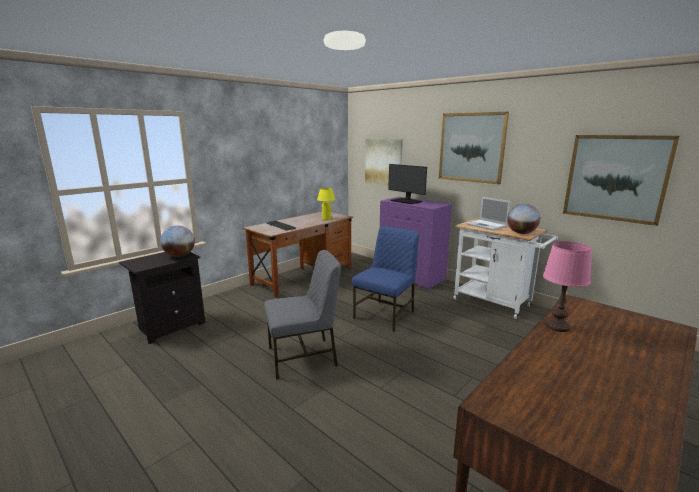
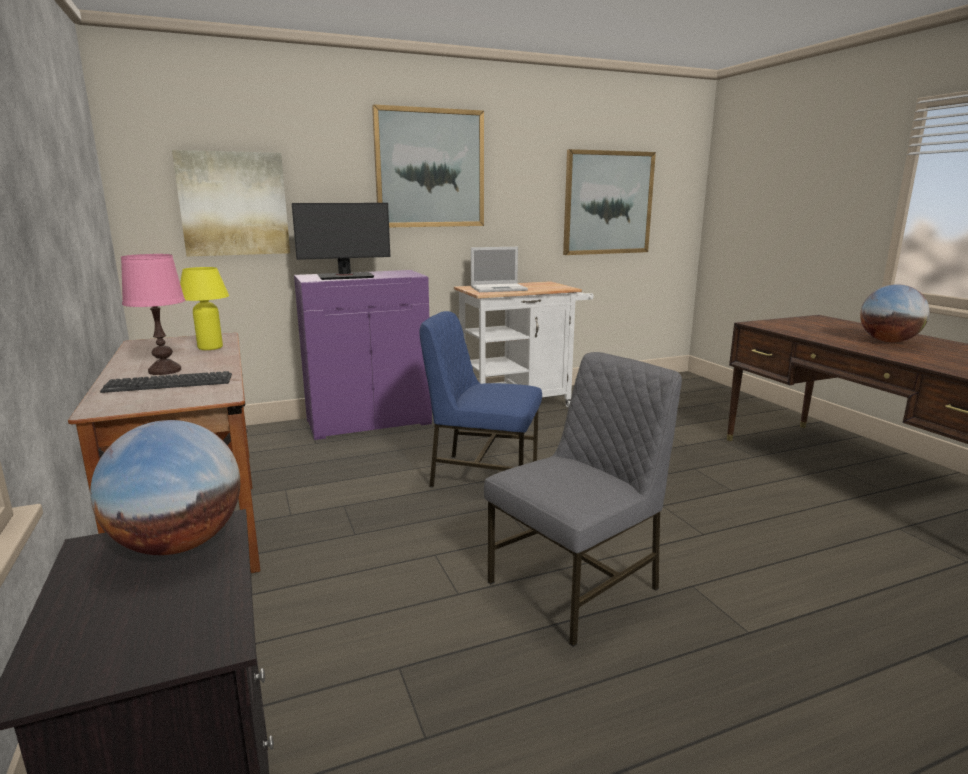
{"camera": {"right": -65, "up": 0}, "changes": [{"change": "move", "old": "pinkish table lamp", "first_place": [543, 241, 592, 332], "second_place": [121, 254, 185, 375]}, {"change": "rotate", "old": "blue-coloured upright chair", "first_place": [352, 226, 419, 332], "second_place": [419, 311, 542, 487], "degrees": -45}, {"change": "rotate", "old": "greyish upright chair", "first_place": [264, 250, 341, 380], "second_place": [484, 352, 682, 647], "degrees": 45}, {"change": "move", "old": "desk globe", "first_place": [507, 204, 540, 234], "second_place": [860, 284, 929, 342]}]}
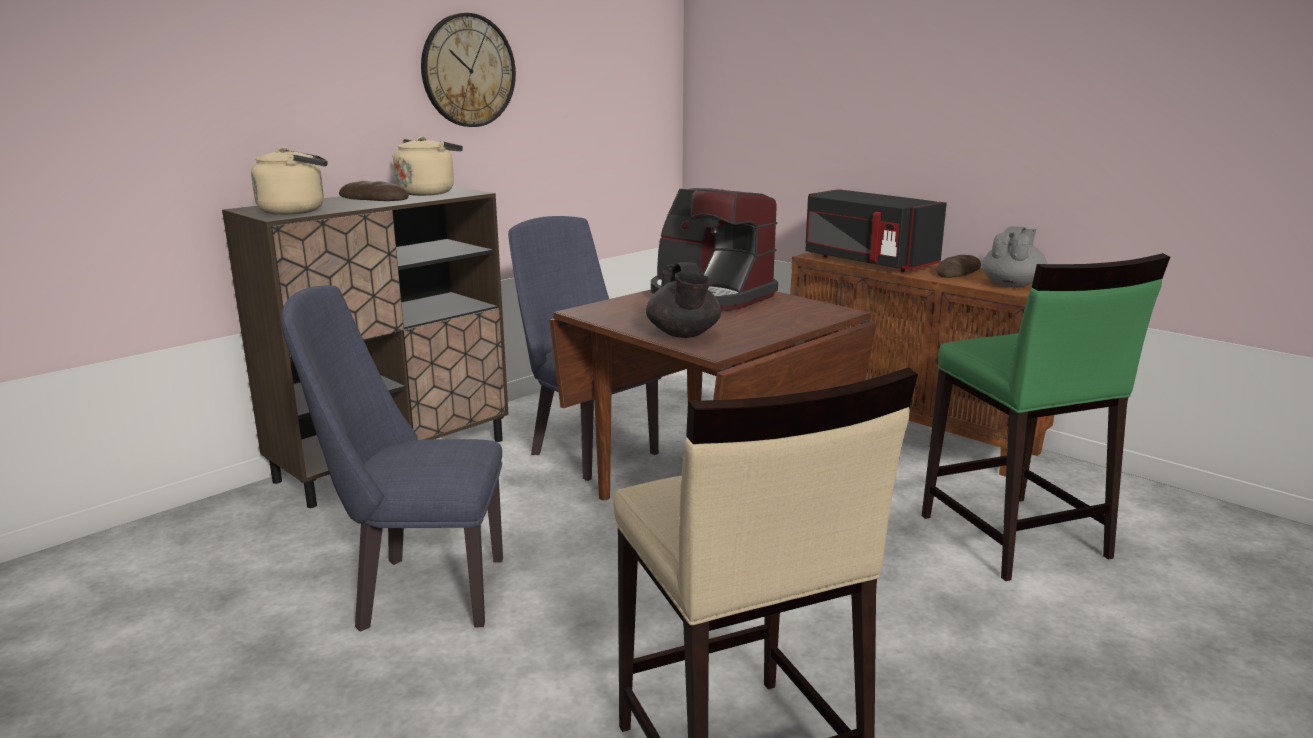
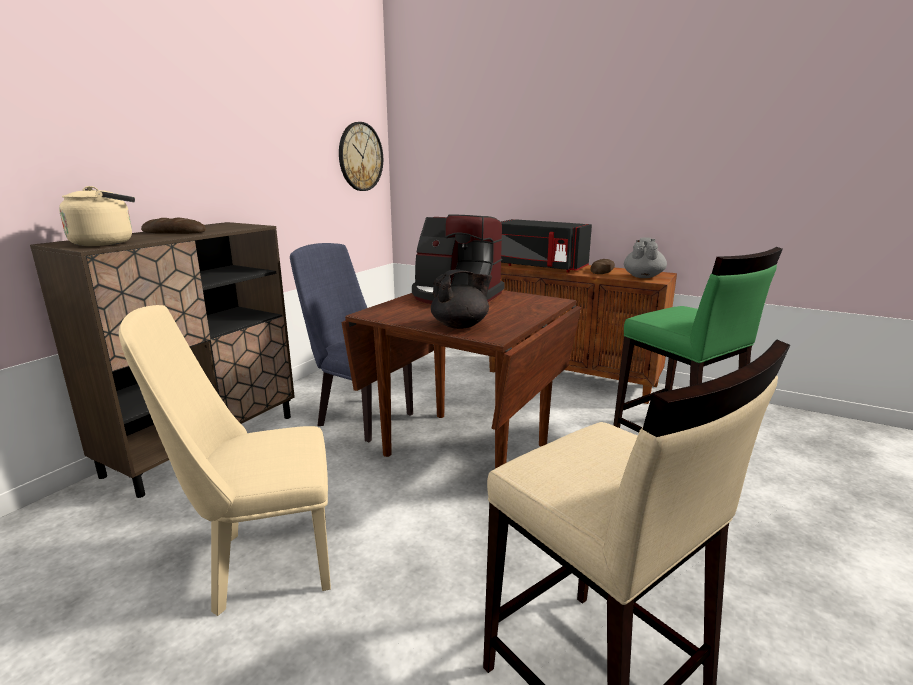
{"camera": {"right": -15, "up": 0}, "changes": [{"change": "recolor", "old": "blue-coloured upright chair", "new": "beige upright chair", "first_place": [281, 285, 503, 632], "second_place": [119, 305, 331, 616]}, {"change": "move", "old": "hanging clock", "first_place": [421, 13, 516, 127], "second_place": [339, 122, 383, 191]}, {"change": "rotate", "old": "blackish teapot", "first_place": [646, 262, 721, 338], "second_place": [431, 269, 492, 329], "degrees": -90}, {"change": "delete", "old": "beige kettle", "first_place": [392, 136, 463, 196]}]}
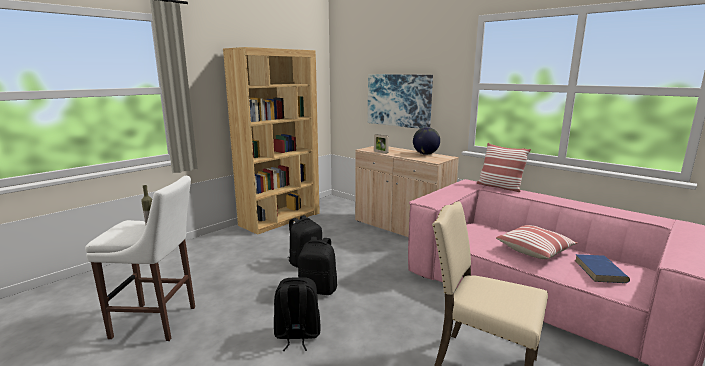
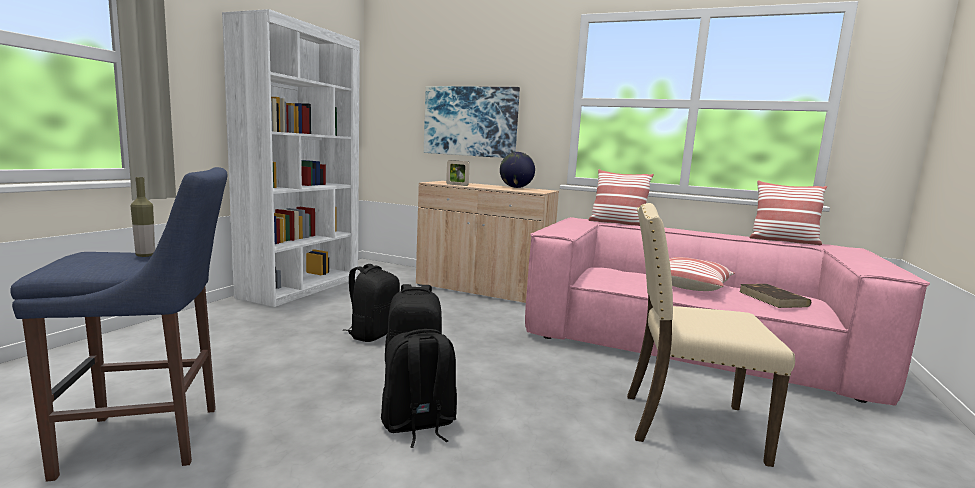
{"camera": {"right": -20, "up": -5}, "changes": [{"change": "recolor", "old": "whitish sitting stool", "new": "blue-coloured sitting stool", "first_place": [85, 176, 195, 341], "second_place": [10, 167, 227, 482]}, {"change": "recolor", "old": "brown-coloured bookshelf", "new": "whitish bookshelf", "first_place": [223, 47, 320, 235], "second_place": [222, 9, 360, 307]}, {"change": "recolor", "old": "blue-coloured bound book", "new": "brown-coloured bound book", "first_place": [575, 254, 630, 283], "second_place": [740, 284, 811, 308]}, {"change": "insert", "new": "cushion", "second_place": [749, 180, 827, 245]}]}
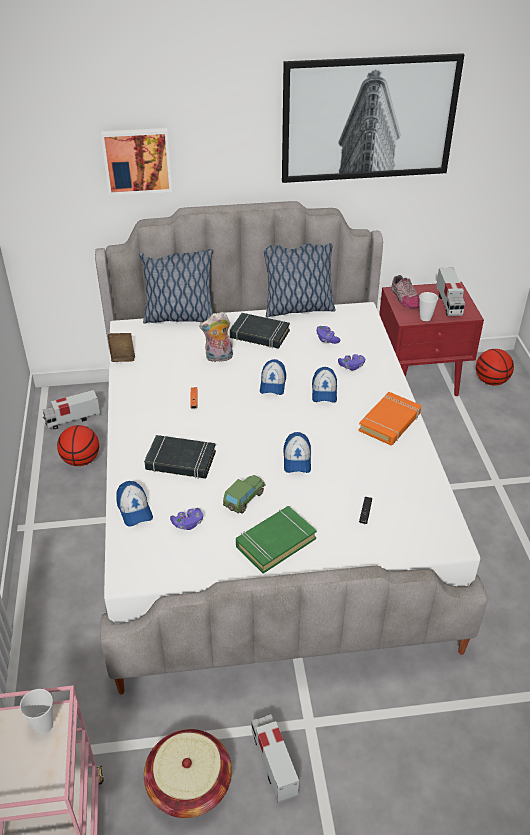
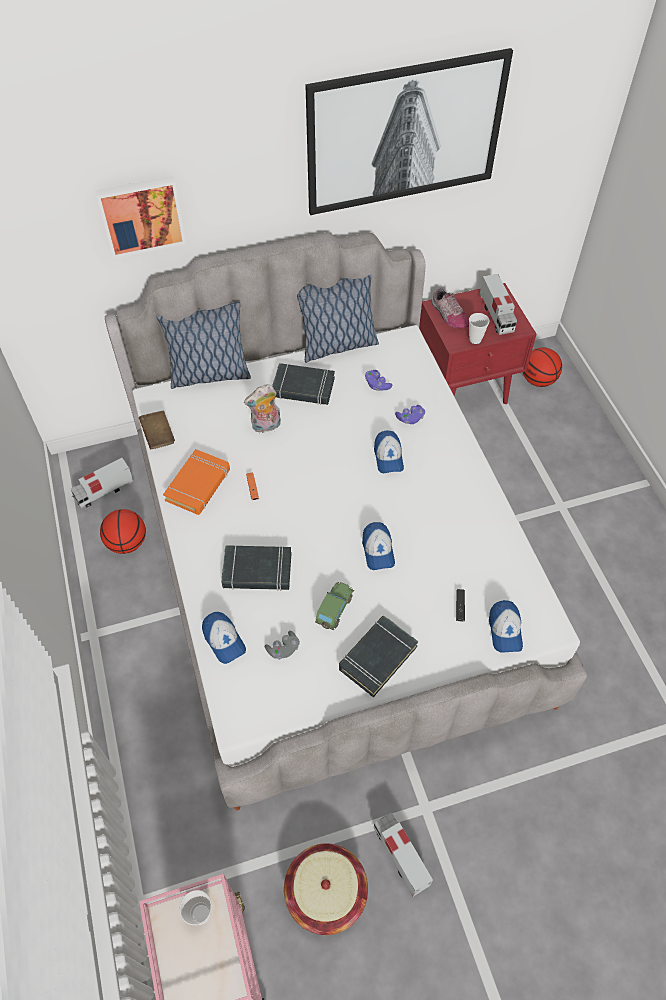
{"camera": {"right": -10, "up": 15}, "changes": [{"change": "move", "old": "orange bound book", "first_place": [358, 392, 421, 445], "second_place": [163, 449, 230, 515]}, {"change": "recolor", "old": "purplish joypad", "new": "greyish joypad", "first_place": [170, 508, 203, 530], "second_place": [265, 631, 300, 660]}, {"change": "recolor", "old": "green bound book", "new": "blackish bound book", "first_place": [236, 506, 317, 574], "second_place": [339, 616, 418, 697]}, {"change": "move", "old": "cap", "first_place": [260, 359, 286, 395], "second_place": [489, 600, 523, 653]}]}
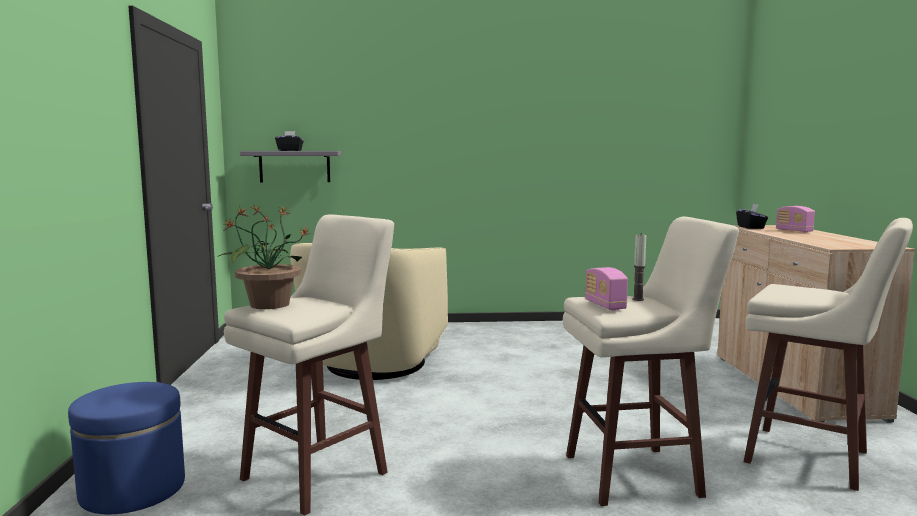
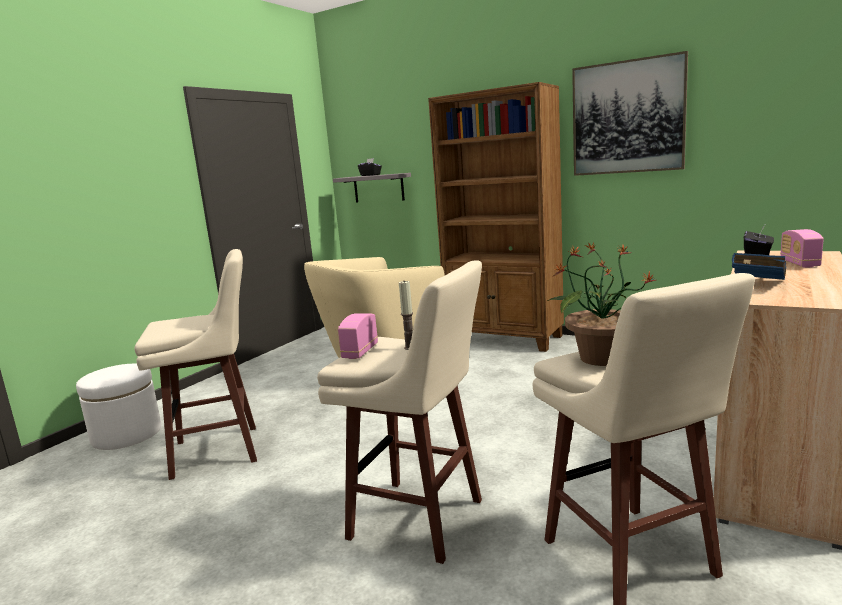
{"camera": {"right": 35, "up": 5}, "changes": [{"change": "recolor", "old": "blue-coloured pouffe", "new": "whitish pouffe", "first_place": [68, 382, 185, 514], "second_place": [76, 364, 161, 450]}, {"change": "insert", "new": "brown-coloured bookshelf", "second_place": [428, 82, 564, 352]}, {"change": "move", "old": "houseplant", "first_place": [219, 204, 311, 309], "second_place": [548, 242, 656, 366]}, {"change": "insert", "new": "wall art", "second_place": [572, 51, 688, 176]}, {"change": "insert", "new": "blue-coloured bound book", "second_place": [732, 253, 786, 280]}]}
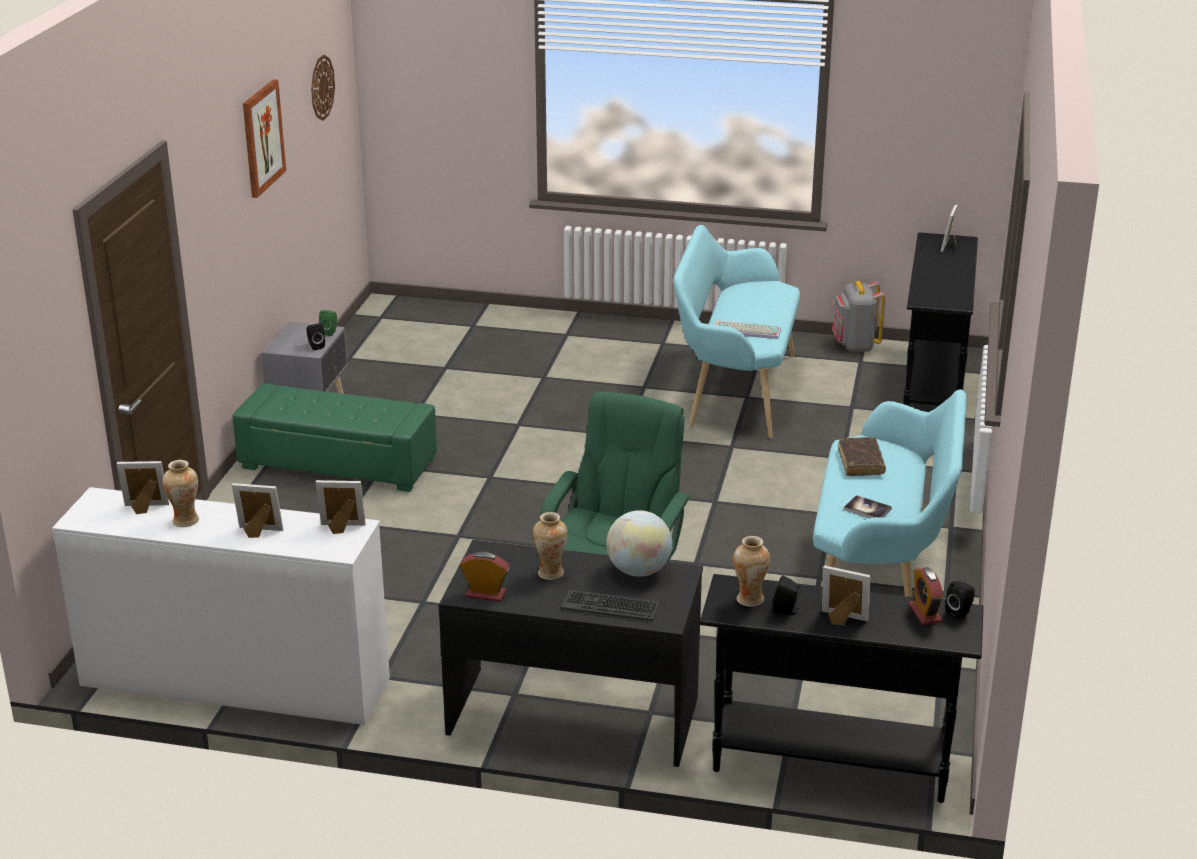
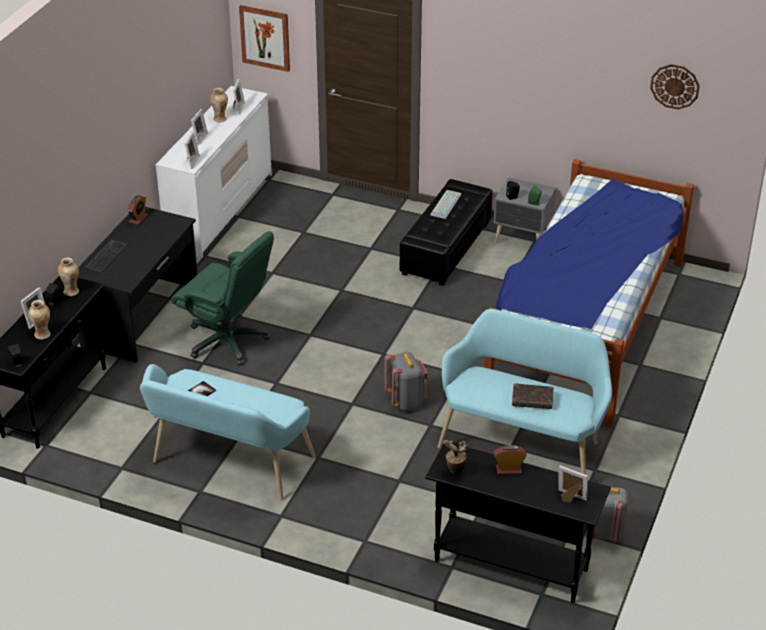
{"camera": {"right": 100, "up": 10}, "changes": [{"change": "move", "old": "vase", "first_place": [533, 512, 568, 580], "second_place": [28, 300, 50, 339]}, {"change": "move", "old": "wall art", "first_place": [243, 79, 286, 198], "second_place": [239, 5, 290, 72]}, {"change": "insert", "new": "greyish rucksack", "second_place": [385, 352, 428, 411]}, {"change": "recolor", "old": "green pouffe", "new": "blackish pouffe", "first_place": [232, 383, 437, 492], "second_place": [400, 179, 492, 286]}, {"change": "move", "old": "keyboard", "first_place": [714, 320, 781, 339], "second_place": [430, 190, 461, 219]}, {"change": "insert", "new": "houseplant", "second_place": [443, 440, 468, 474]}, {"change": "insert", "new": "sleeping bed", "second_place": [484, 159, 694, 428]}, {"change": "move", "old": "alarm clock", "first_place": [909, 567, 944, 625], "second_place": [494, 445, 527, 475]}, {"change": "move", "old": "brown-coloured bound book", "first_place": [838, 437, 886, 476], "second_place": [512, 384, 554, 409]}, {"change": "delete", "old": "desk globe", "first_place": [606, 510, 672, 577]}]}
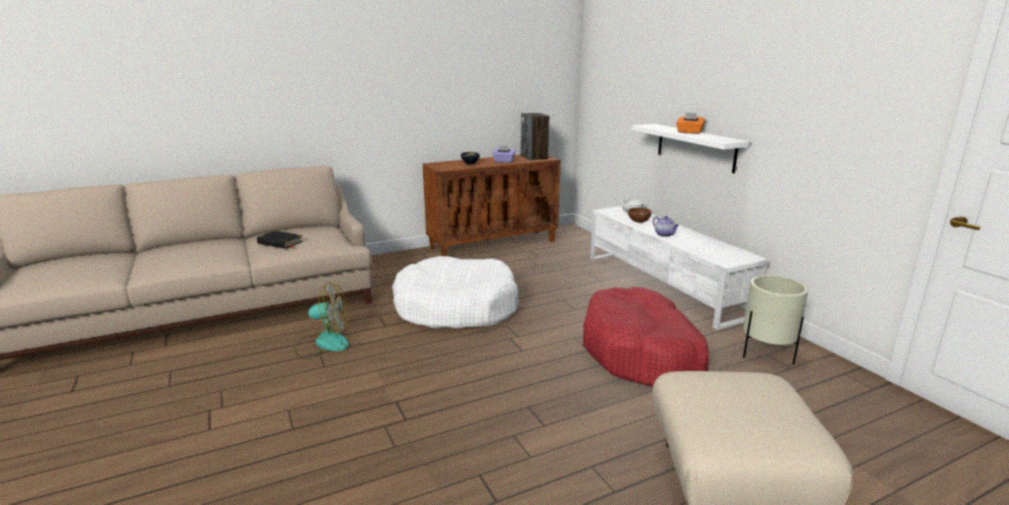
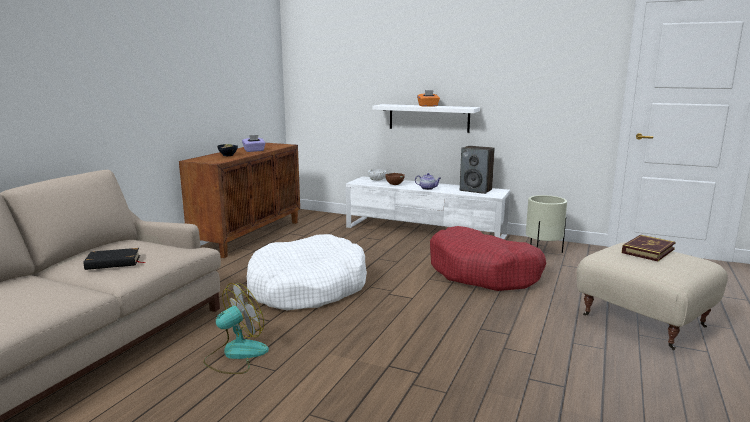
{"camera": {"right": -40, "up": -5}, "changes": [{"change": "move", "old": "audio speaker", "first_place": [521, 113, 549, 160], "second_place": [460, 146, 495, 194]}, {"change": "insert", "new": "bound book", "second_place": [622, 235, 675, 261]}]}
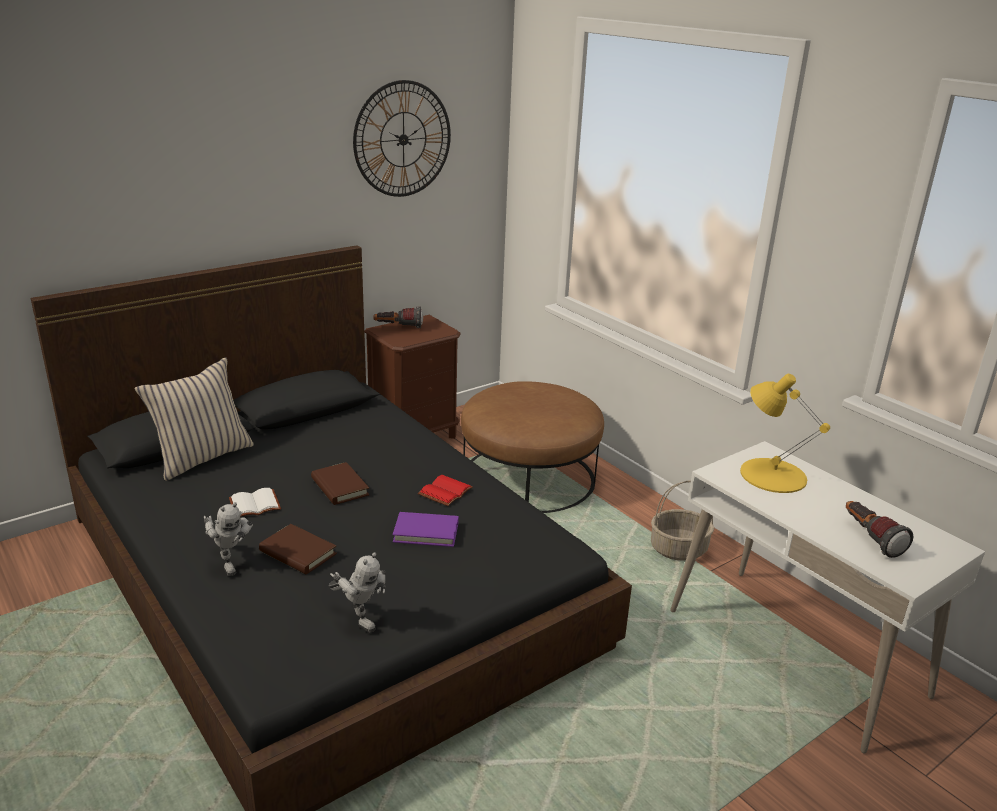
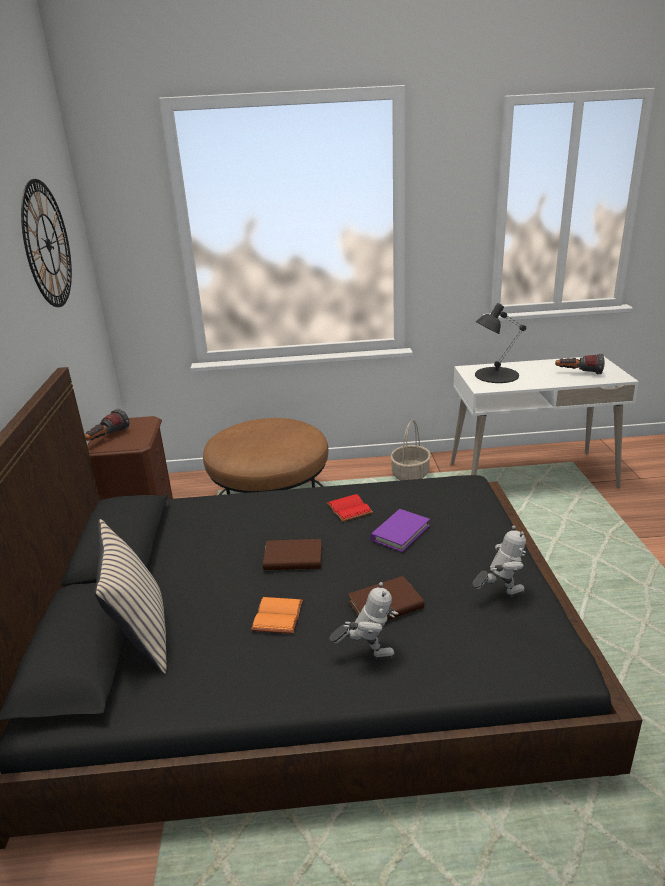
{"camera": {"right": -55, "up": 0}, "changes": [{"change": "recolor", "old": "whitish bound book", "new": "orange bound book", "first_place": [229, 488, 281, 517], "second_place": [251, 597, 303, 634]}, {"change": "recolor", "old": "yellow table lamp", "new": "blackish table lamp", "first_place": [740, 374, 830, 493], "second_place": [475, 303, 526, 383]}]}
